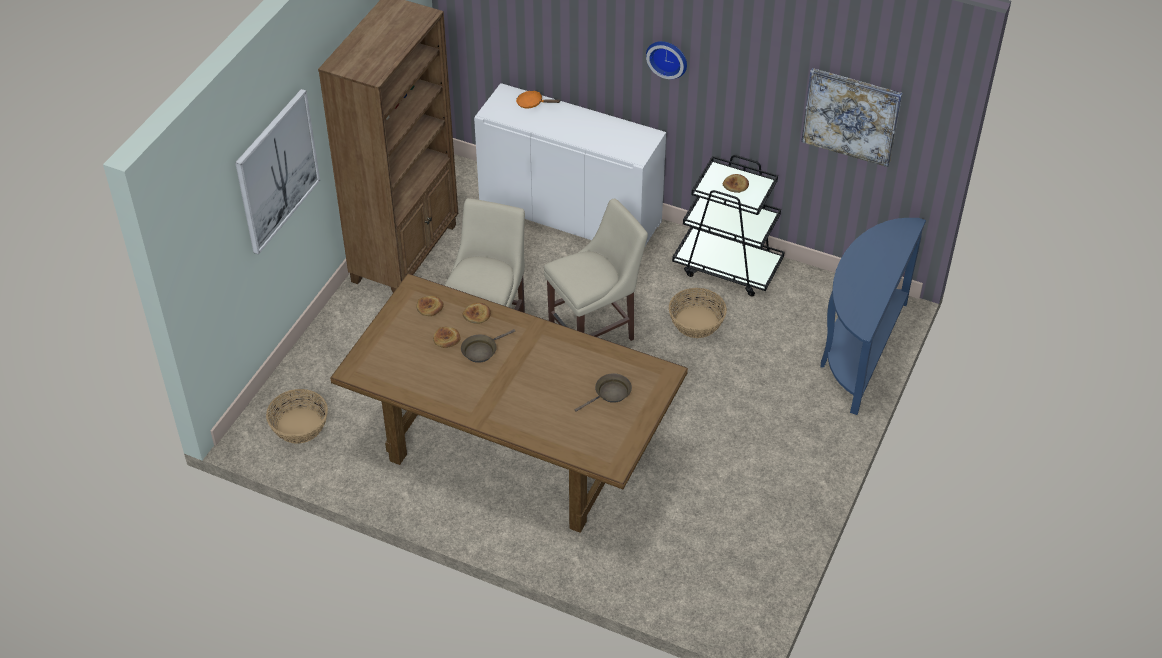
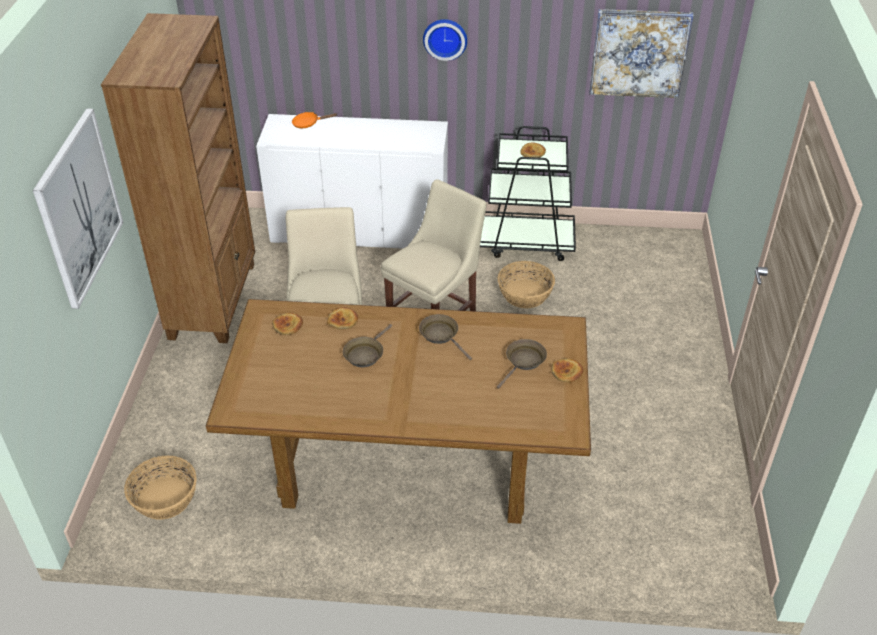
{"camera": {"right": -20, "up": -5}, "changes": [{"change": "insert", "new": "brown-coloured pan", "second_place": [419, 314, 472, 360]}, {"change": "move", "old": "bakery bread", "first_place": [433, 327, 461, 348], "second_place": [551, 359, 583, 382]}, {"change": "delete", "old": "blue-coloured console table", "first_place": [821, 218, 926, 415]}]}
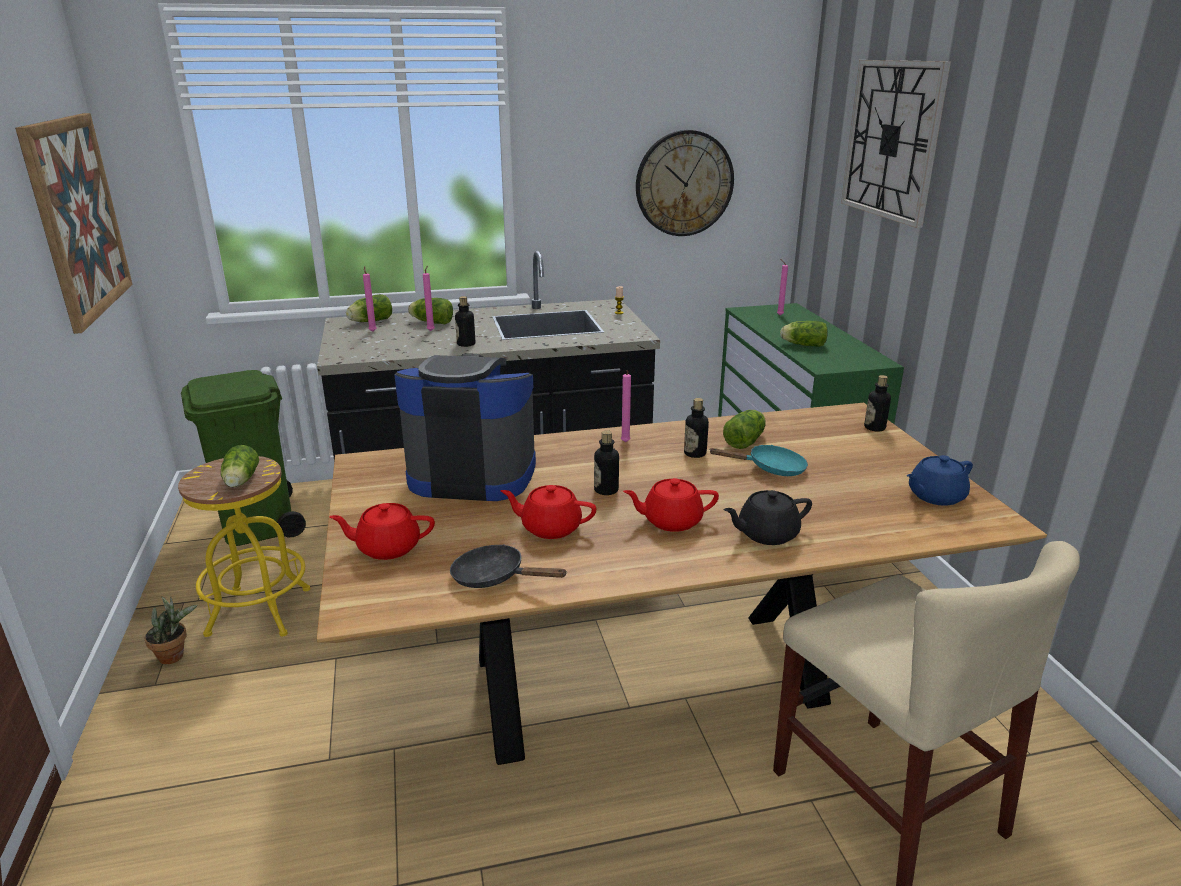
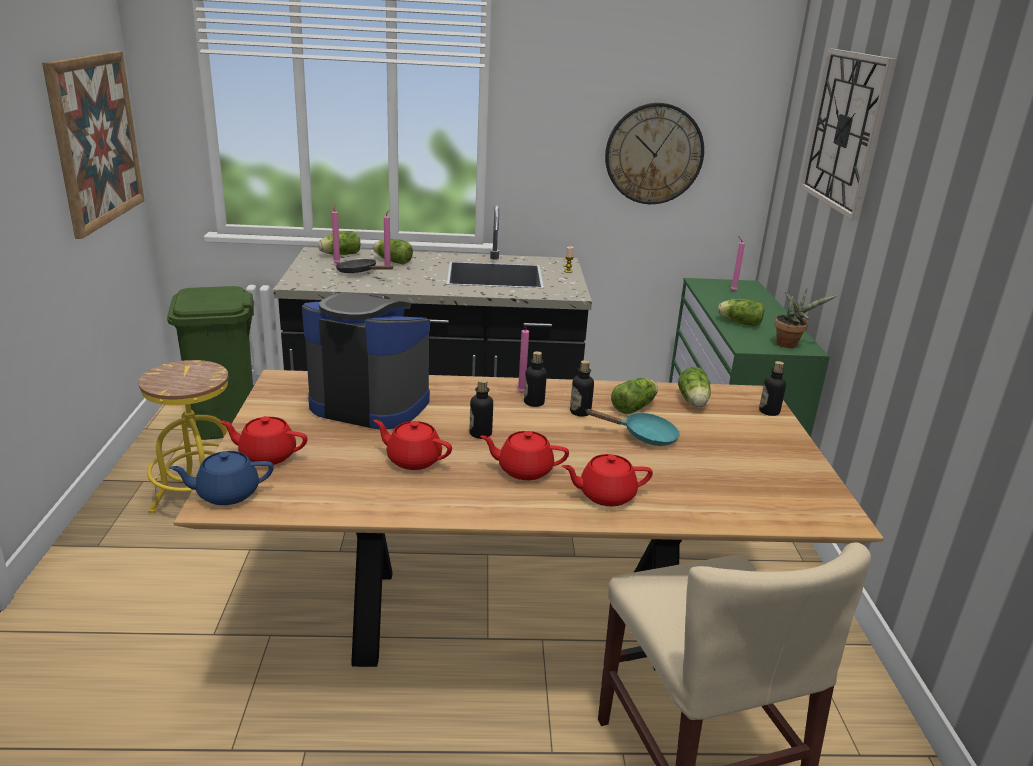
{"camera": {"right": 10, "up": 0}, "changes": [{"change": "move", "old": "blue-coloured teapot", "first_place": [907, 455, 973, 506], "second_place": [169, 451, 274, 505]}, {"change": "move", "old": "blackish pan", "first_place": [450, 544, 567, 588], "second_place": [335, 259, 393, 273]}, {"change": "move", "old": "beverage bottle", "first_place": [455, 296, 475, 347], "second_place": [524, 351, 547, 407]}, {"change": "recolor", "old": "blackish teapot", "new": "red-coloured teapot", "first_place": [724, 490, 812, 545], "second_place": [562, 454, 653, 506]}, {"change": "move", "old": "lettuce head", "first_place": [221, 445, 259, 487], "second_place": [678, 367, 711, 407]}, {"change": "move", "old": "houseplant", "first_place": [144, 597, 198, 664], "second_place": [775, 289, 837, 348]}]}
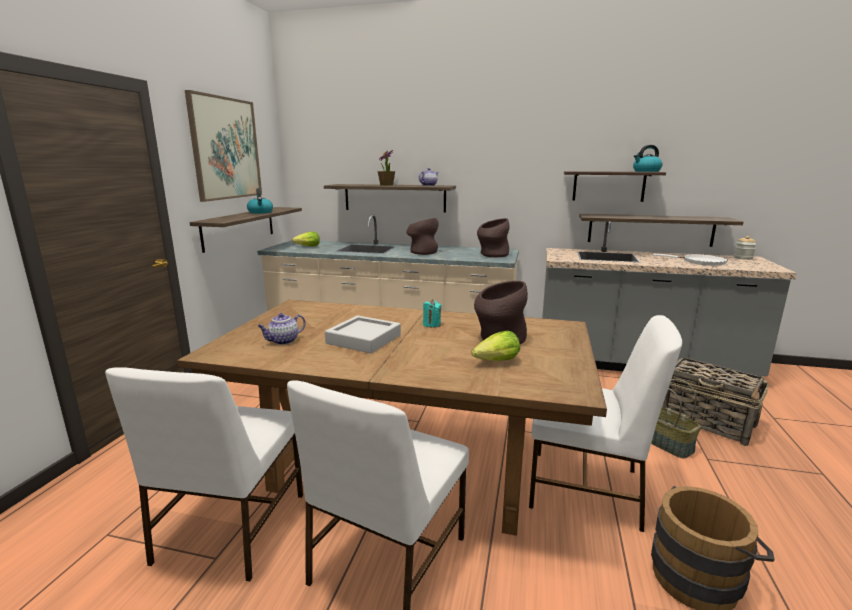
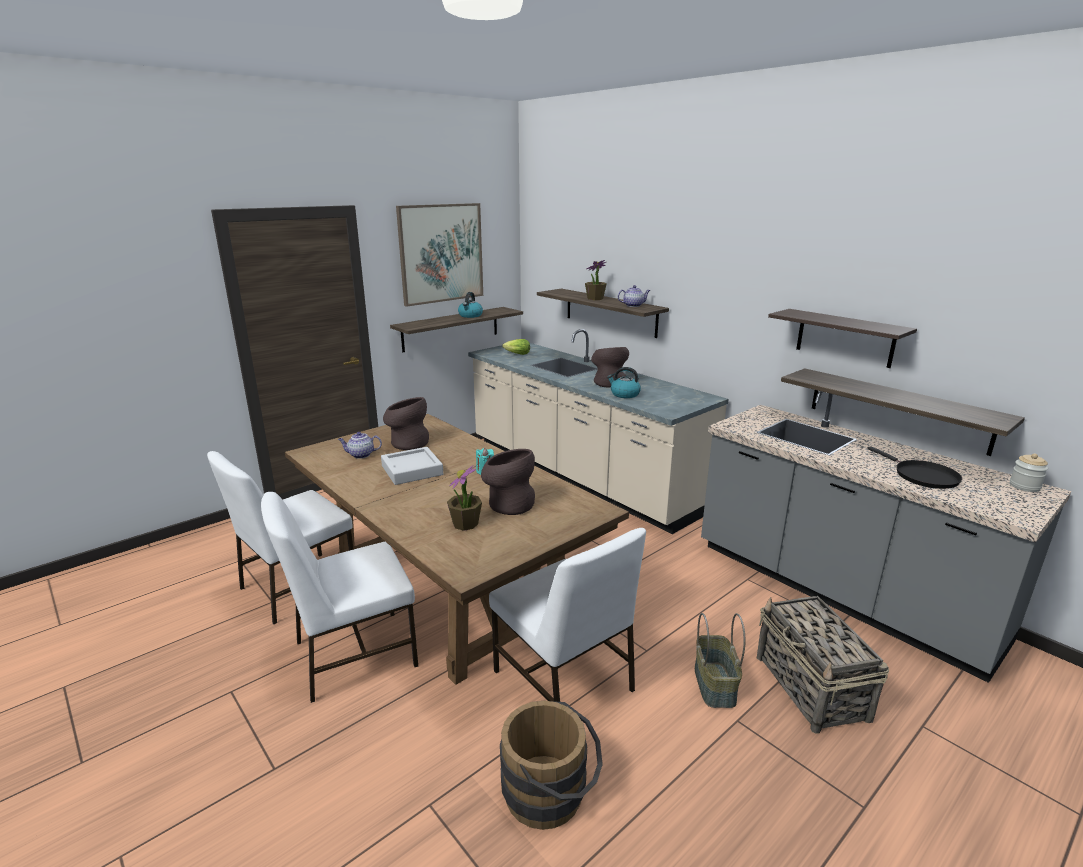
{"camera": {"right": 35, "up": 5}, "changes": [{"change": "move", "old": "brown-coloured vase", "first_place": [477, 218, 510, 257], "second_place": [383, 397, 429, 450]}, {"change": "replace", "old": "lettuce head", "new": "houseplant", "first_place": [471, 331, 520, 361], "second_place": [447, 465, 482, 531]}, {"change": "move", "old": "kettle", "first_place": [633, 145, 663, 172], "second_place": [607, 367, 641, 398]}, {"change": "recolor", "old": "whitish pan", "new": "blackish pan", "first_place": [653, 254, 728, 266], "second_place": [867, 447, 962, 489]}]}
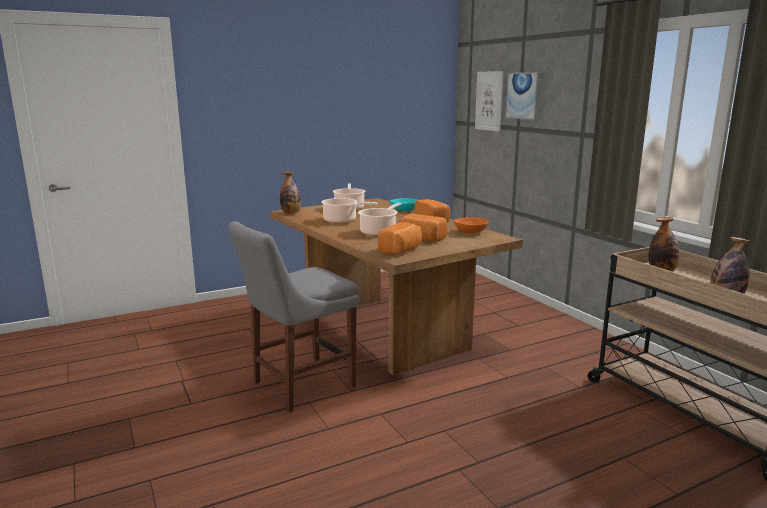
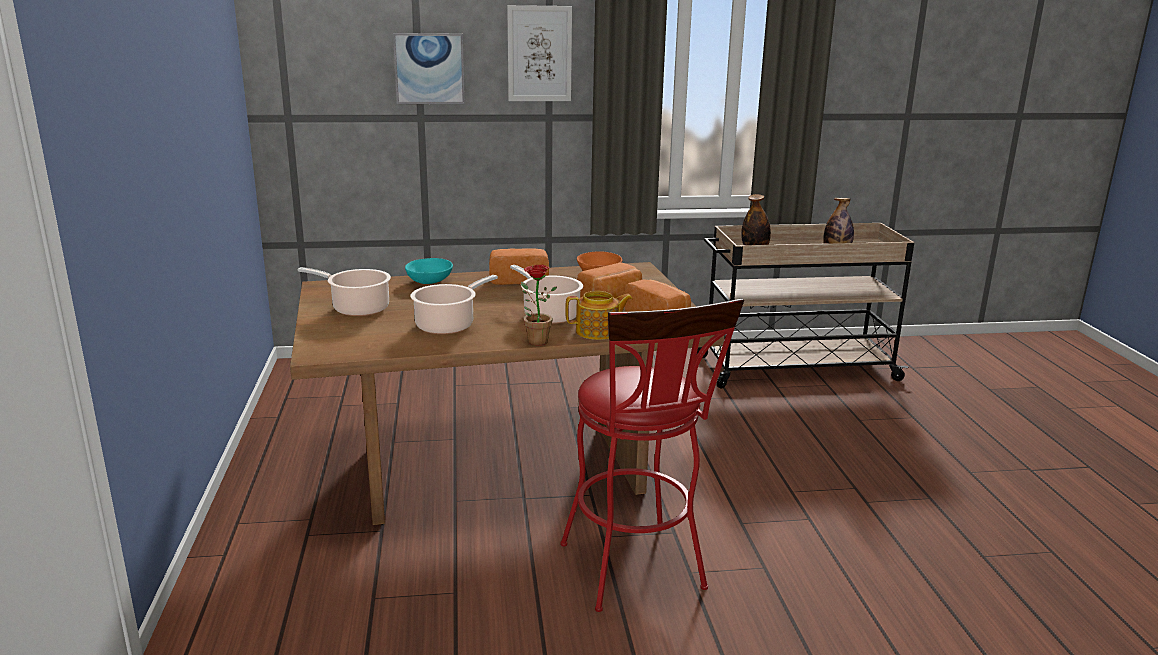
{"camera": {"right": -70, "up": 5}, "changes": [{"change": "move", "old": "wall art", "first_place": [475, 71, 504, 131], "second_place": [507, 5, 572, 101]}, {"change": "insert", "new": "houseplant", "second_place": [521, 265, 557, 346]}, {"change": "replace", "old": "greyish upright chair", "new": "red-coloured sitting stool", "first_place": [228, 221, 360, 412], "second_place": [560, 299, 744, 612]}, {"change": "insert", "new": "teapot", "second_place": [565, 291, 633, 340]}, {"change": "delete", "old": "beverage bottle", "first_place": [280, 172, 301, 214]}]}
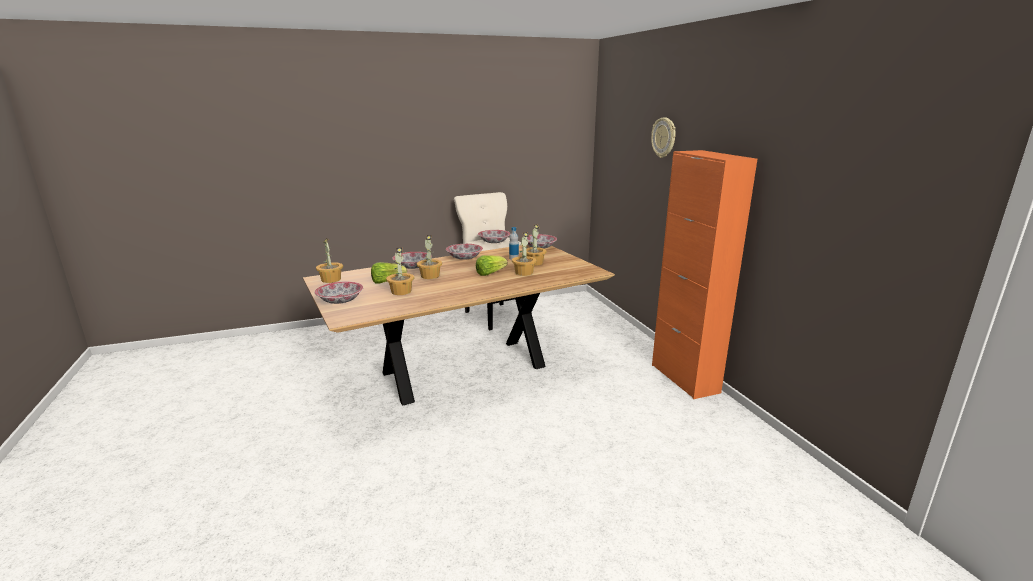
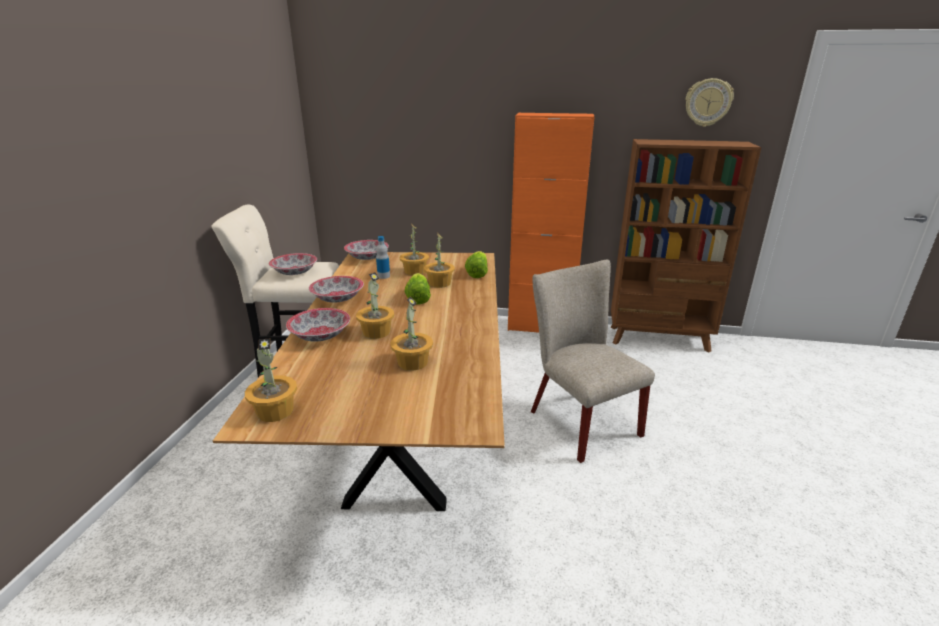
{"camera": {"right": -60, "up": 5}, "changes": [{"change": "move", "old": "lettuce head", "first_place": [371, 262, 407, 284], "second_place": [465, 251, 488, 278]}, {"change": "insert", "new": "beige upright chair", "second_place": [531, 259, 655, 463]}, {"change": "insert", "new": "brown-coloured bookshelf", "second_place": [610, 139, 762, 353]}, {"change": "move", "old": "hanging clock", "first_place": [651, 117, 676, 158], "second_place": [685, 78, 734, 127]}, {"change": "delete", "old": "bowl", "first_place": [315, 281, 363, 304]}]}
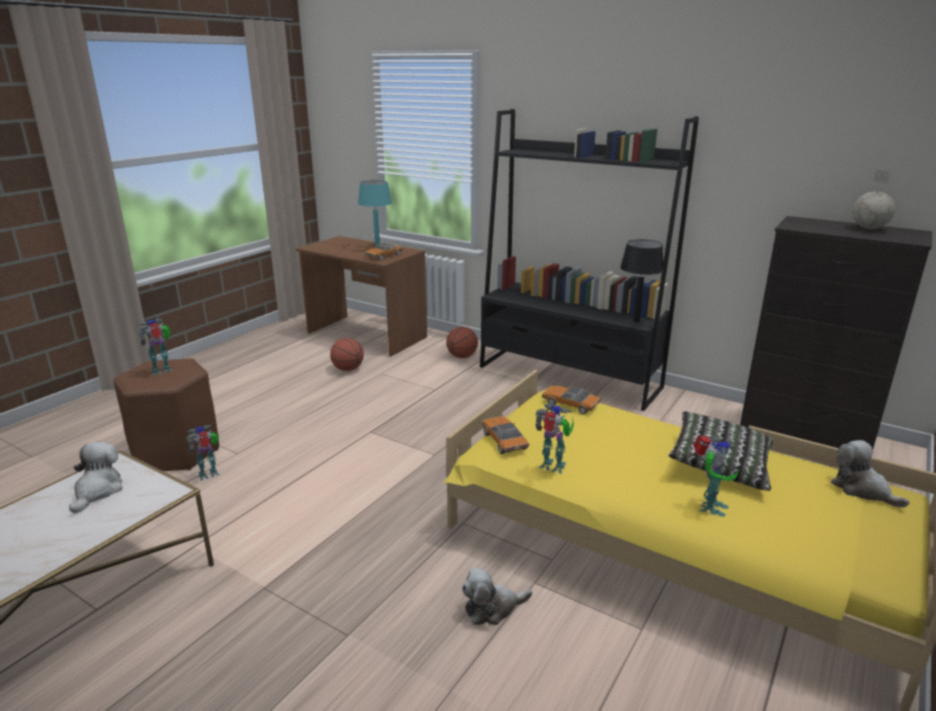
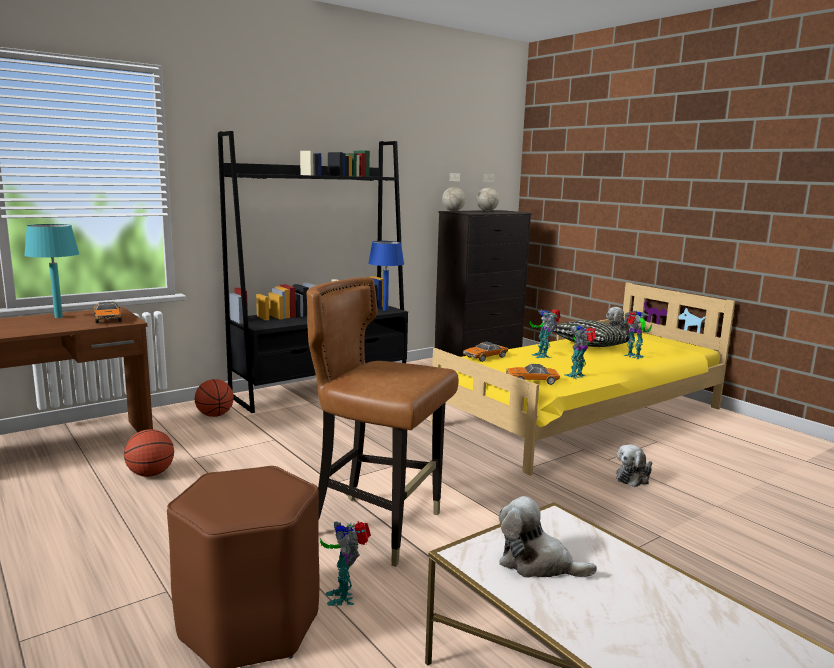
{"camera": {"right": -70, "up": -10}, "changes": [{"change": "insert", "new": "brown-coloured upright chair", "second_place": [306, 277, 459, 567]}, {"change": "recolor", "old": "blackish table lamp", "new": "blue-coloured table lamp", "first_place": [620, 240, 663, 322], "second_place": [368, 241, 404, 311]}, {"change": "insert", "new": "desk globe", "second_place": [442, 173, 466, 211]}, {"change": "move", "old": "model robot", "first_place": [138, 319, 173, 375], "second_place": [530, 309, 560, 358]}, {"change": "rotate", "old": "cuddly toy", "first_place": [462, 568, 532, 625], "second_place": [616, 444, 652, 487], "degrees": 45}]}
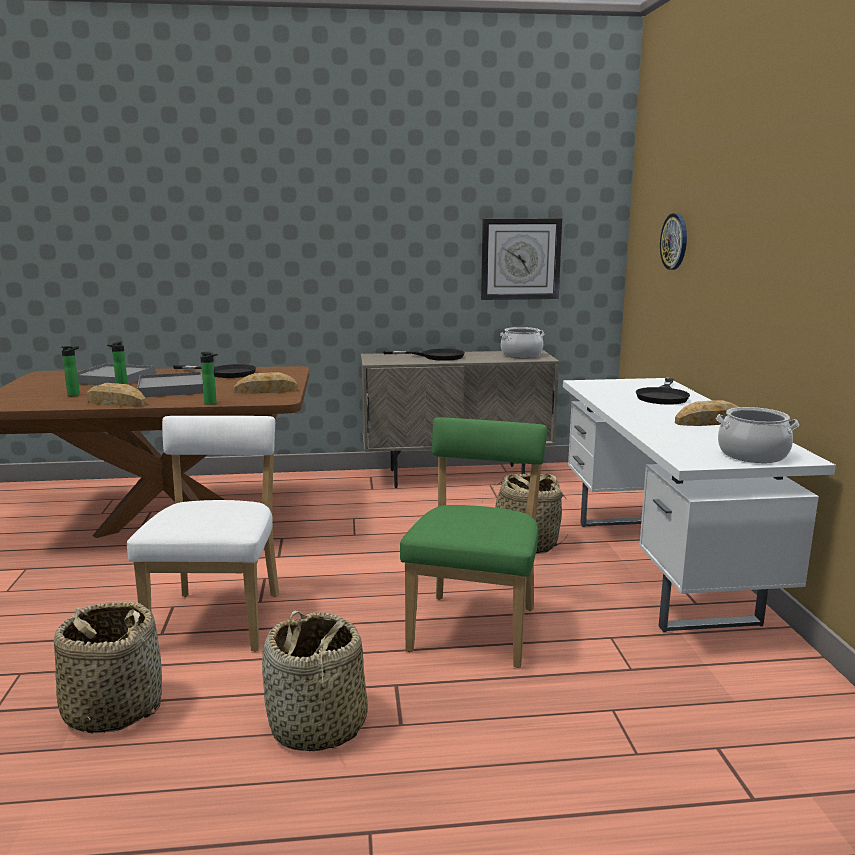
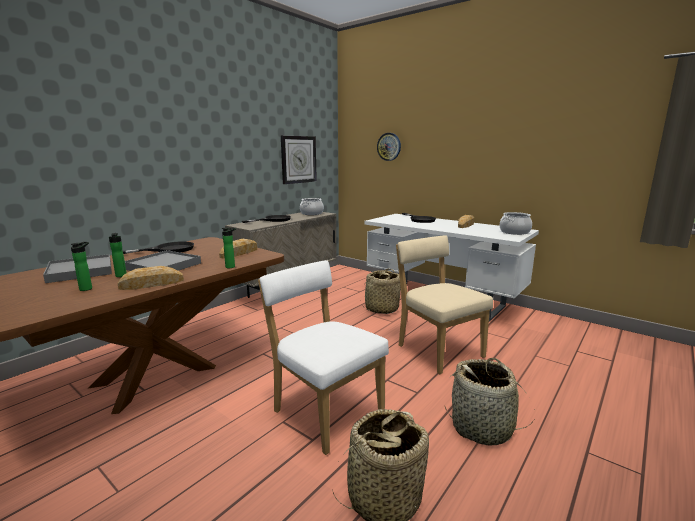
{"camera": {"right": -45, "up": 0}, "changes": [{"change": "recolor", "old": "green upright chair", "new": "beige upright chair", "first_place": [400, 417, 547, 668], "second_place": [396, 235, 493, 374]}]}
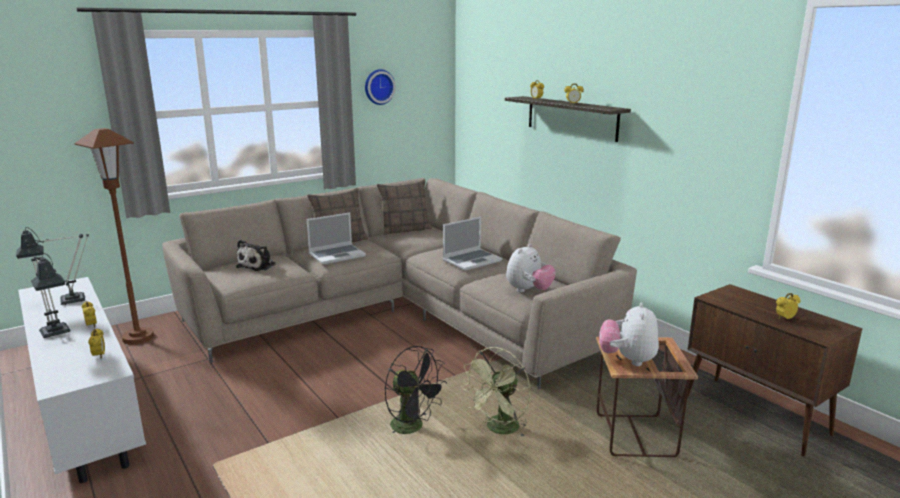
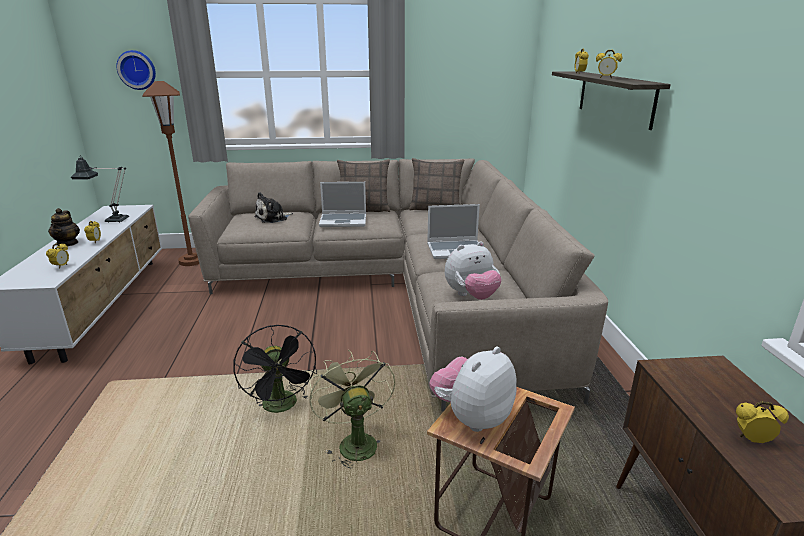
{"camera": {"right": 30, "up": 5}, "changes": [{"change": "replace", "old": "table lamp", "new": "teapot", "first_place": [31, 253, 71, 338], "second_place": [48, 208, 80, 246]}, {"change": "move", "old": "hanging clock", "first_place": [365, 69, 396, 105], "second_place": [116, 50, 156, 90]}, {"change": "rotate", "old": "green cooling fan", "first_place": [461, 347, 531, 438], "second_place": [309, 350, 395, 468], "degrees": 90}]}
